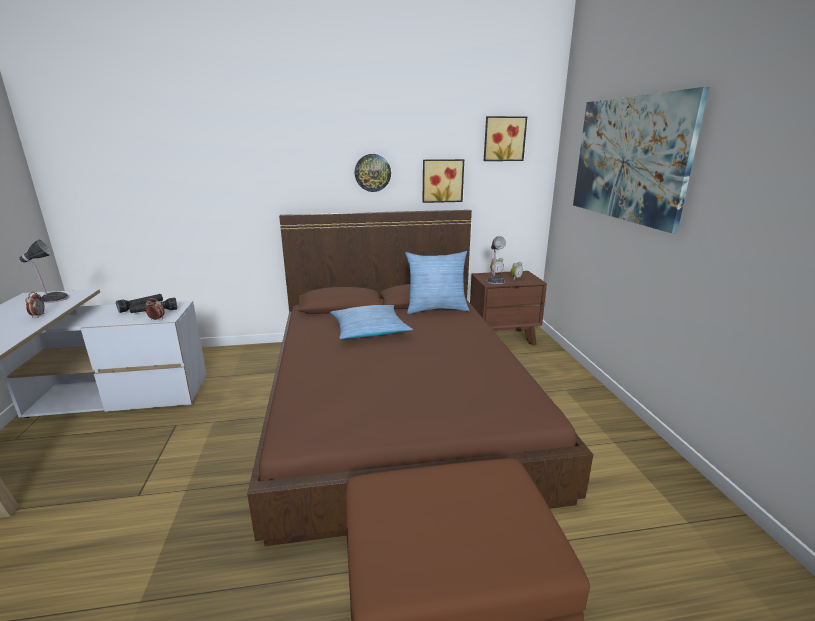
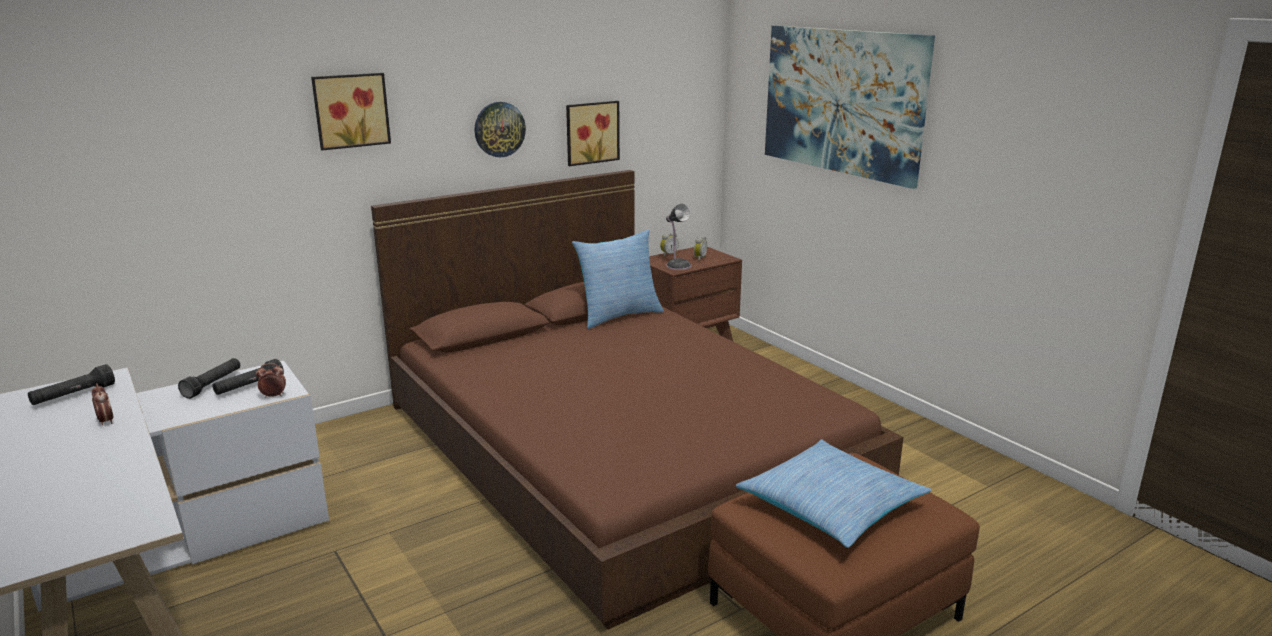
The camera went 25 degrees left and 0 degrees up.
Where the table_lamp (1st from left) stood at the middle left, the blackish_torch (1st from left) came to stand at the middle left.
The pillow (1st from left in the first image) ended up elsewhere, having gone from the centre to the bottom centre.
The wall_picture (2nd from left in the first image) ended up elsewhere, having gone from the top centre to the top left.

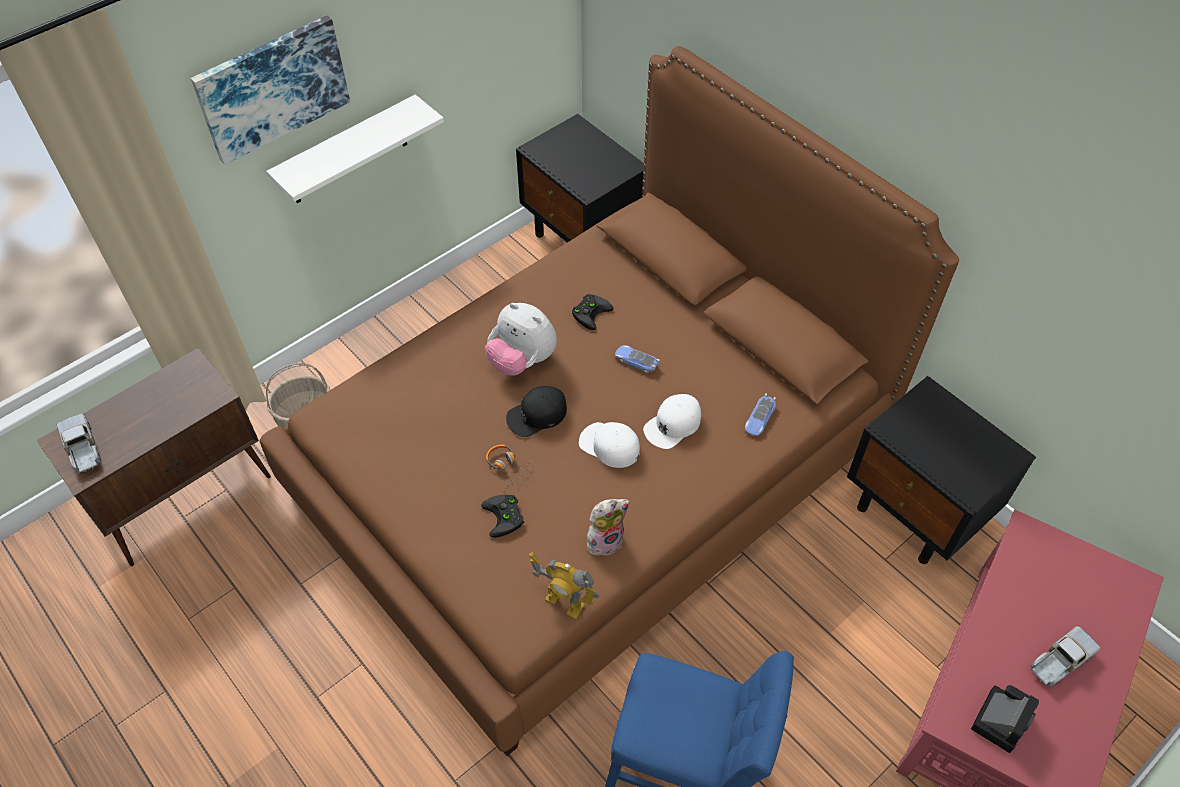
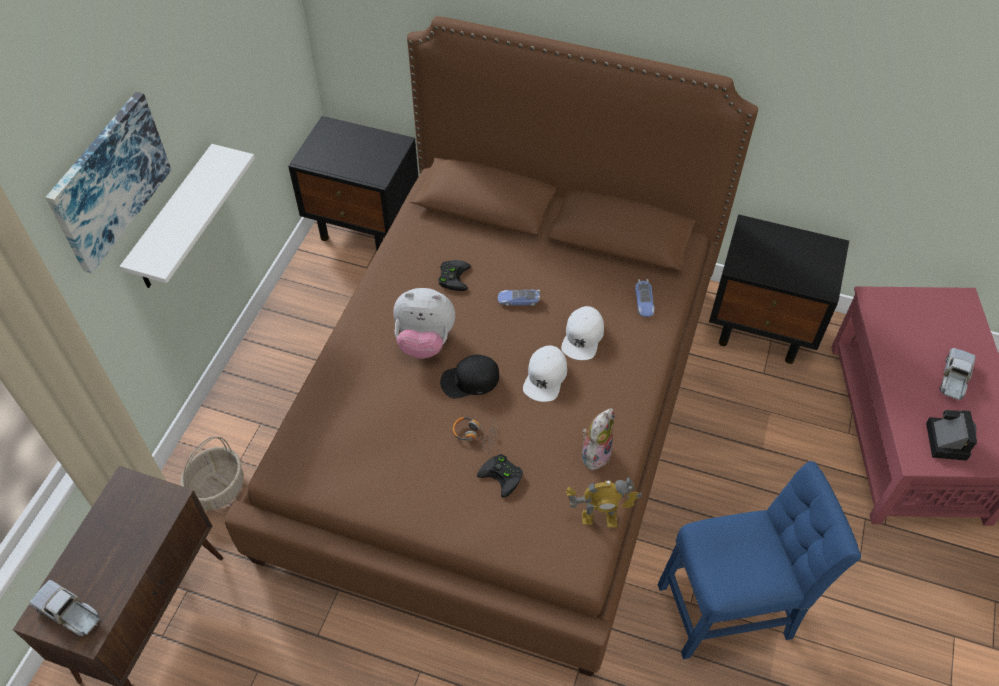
The camera went 30 degrees left and 0 degrees up.
The blackish_cap at the centre ended up facing another way, 45 degrees clockwise from before.
The white_cap (1st from left) at the centre ended up facing another way, 75 degrees counterclockwise from before.

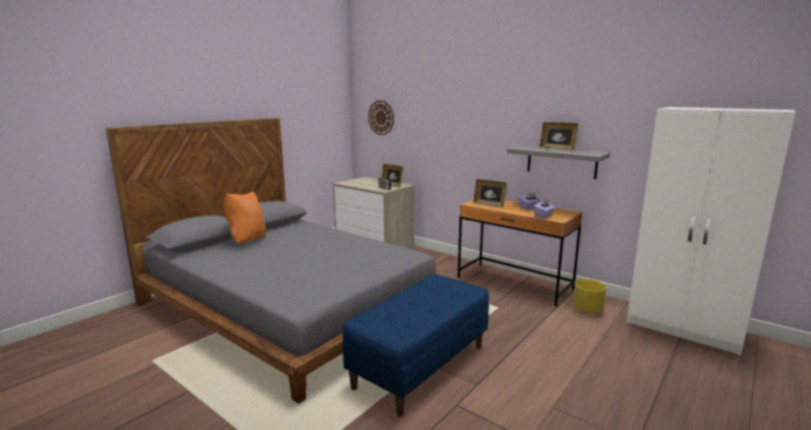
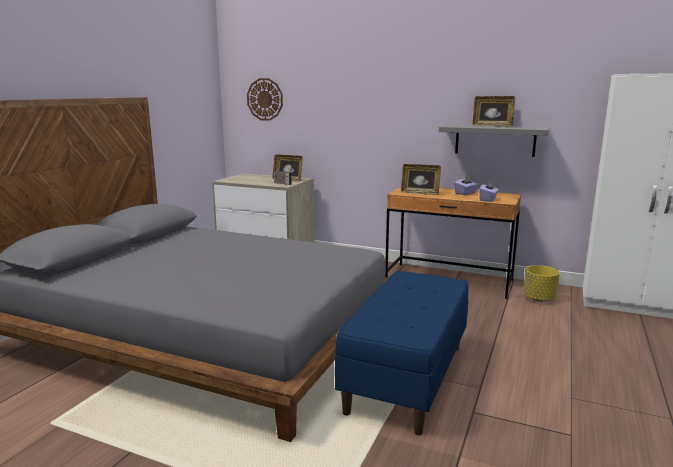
The camera went 15 degrees left and 0 degrees up.
The second view lost the orangey_pillow at the middle left.

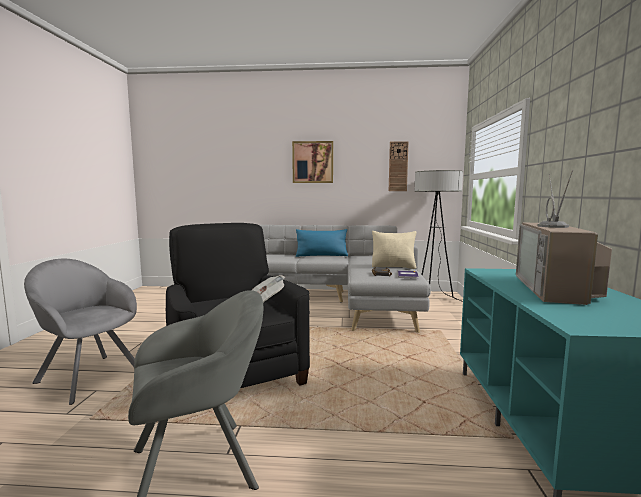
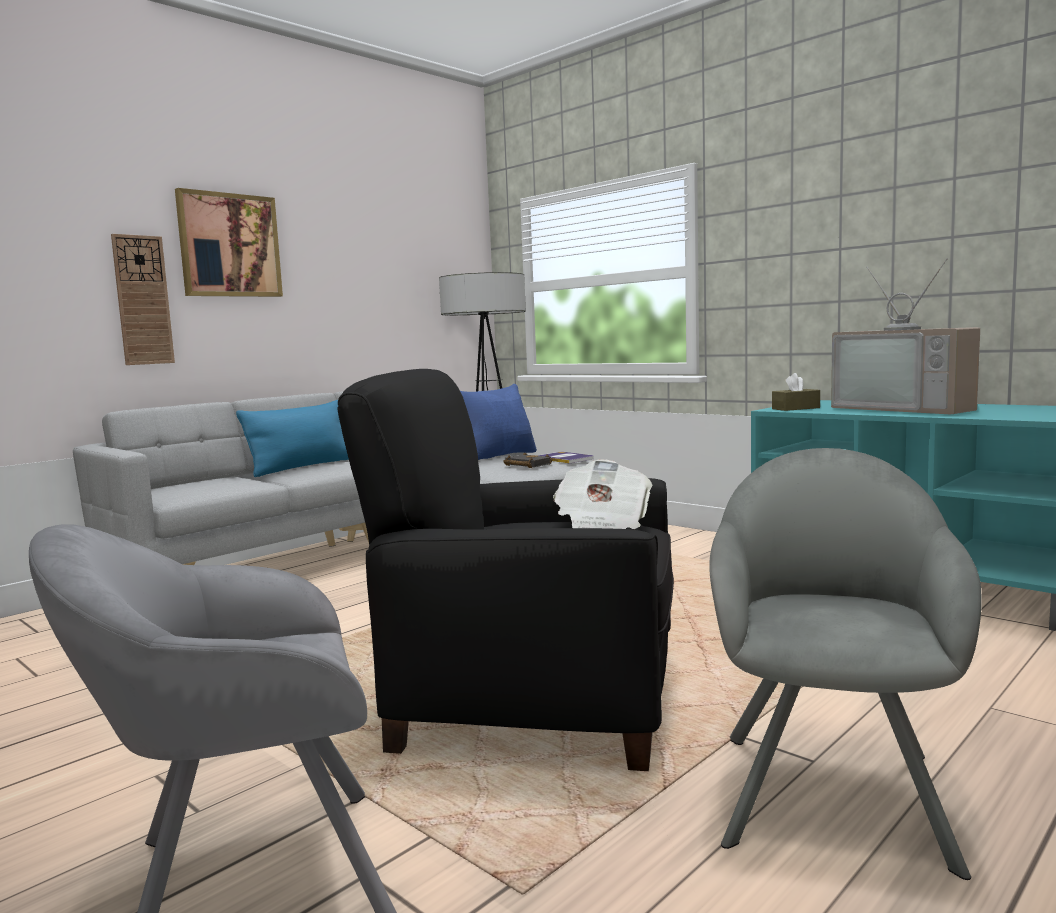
The camera went 50 degrees left and 0 degrees up.
What was the beige-coloured_pillow at the centre turned into the blue_pillow (2nd from left) at the centre.
The clock_on_the_wall ended up elsewhere, having gone from the centre to the top left.
The second view gained the brownish_tissue_box at the middle right.

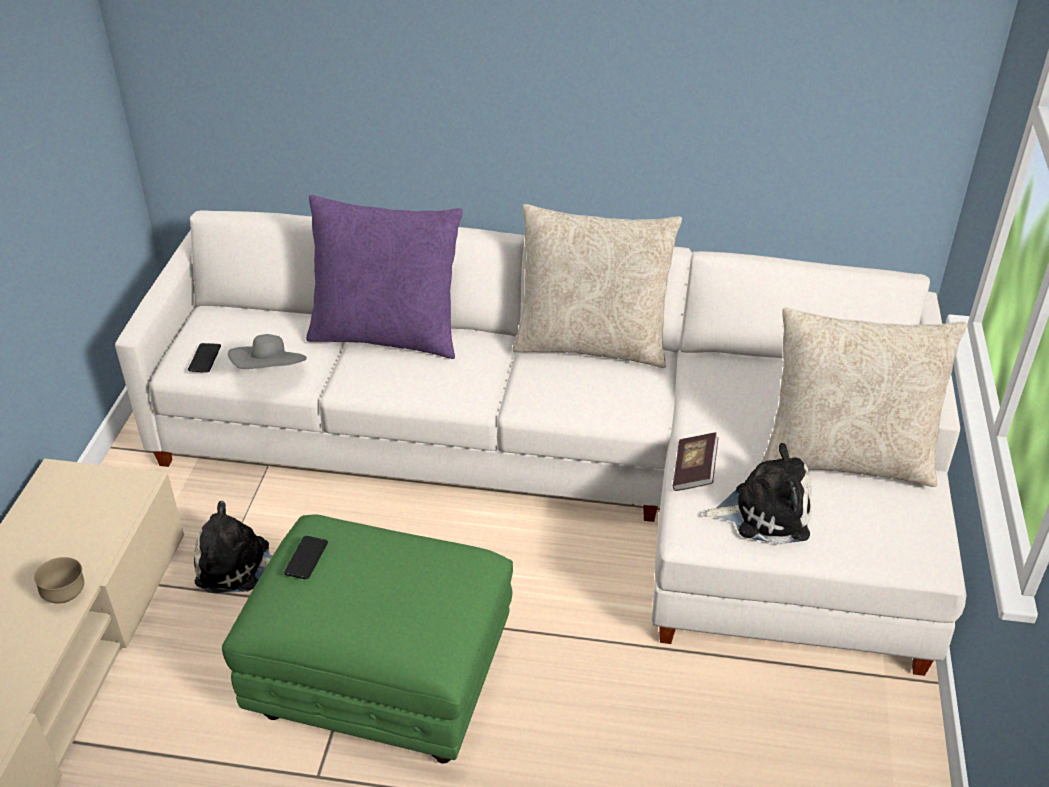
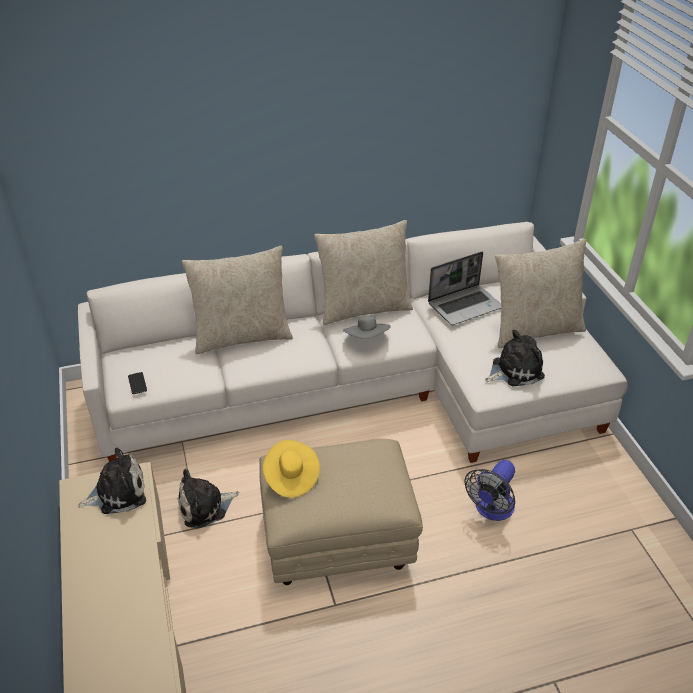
The camera went 25 degrees left and 0 degrees up.
The second view lost the brownish_bowl at the bottom left.
What was the greenish_footrest at the bottom centre turned into the beige-coloured_footrest at the bottom centre.
The greyish_hat ended up elsewhere, having gone from the middle left to the centre.
Where the telephone (2nd from left) stood at the bottom left, the yellow-coloured_hat came to stand at the bottom centre.
What was the purple_pillow at the centre turned into the beige-coloured_pillow (1st from left) at the centre.
The second view lost the bound_book at the centre.
The second view gained the plush_toy (1st from left) at the bottom left.
The second view gained the portable_computer at the middle right.
The second view gained the cooling_fan at the bottom right.

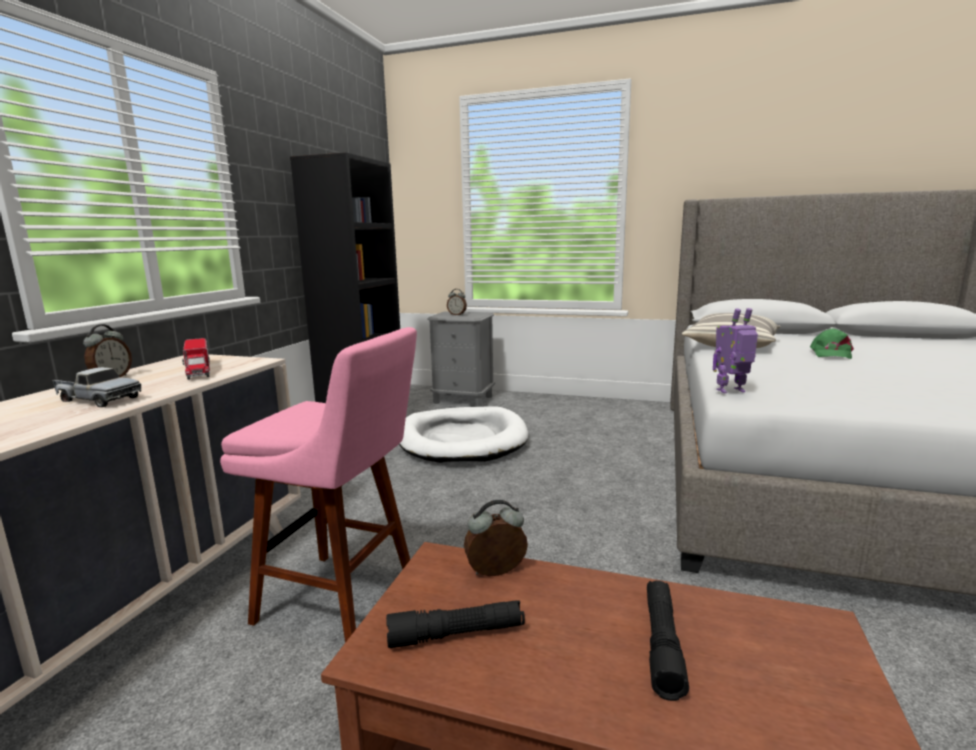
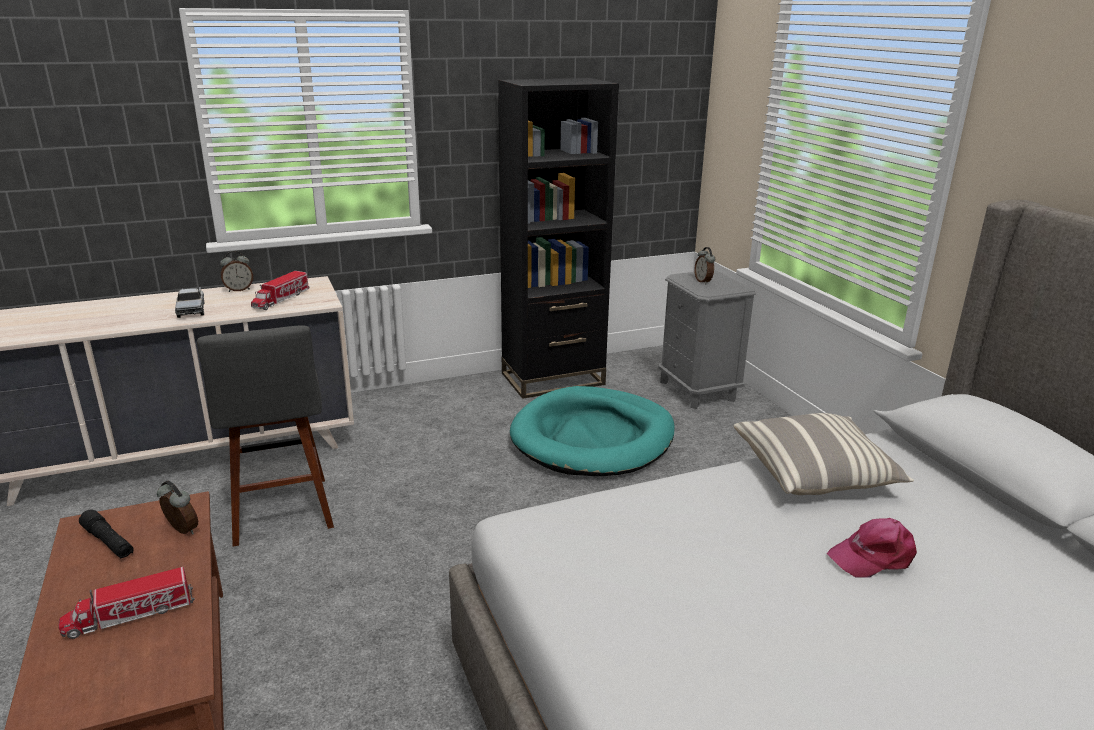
The camera went 50 degrees right and 10 degrees up.
What was the pink_stool at the middle left turned into the greyish_stool at the middle left.
What was the white_dog_bed at the centre turned into the turquoise-coloured_dog_bed at the centre.
Where the blackish_torch (2nd from left) stood at the bottom right, the model_truck (1st from left) came to stand at the bottom left.
The second view lost the robot_figure at the middle right.
What was the greenish_cap at the middle right turned into the pink_cap at the bottom right.

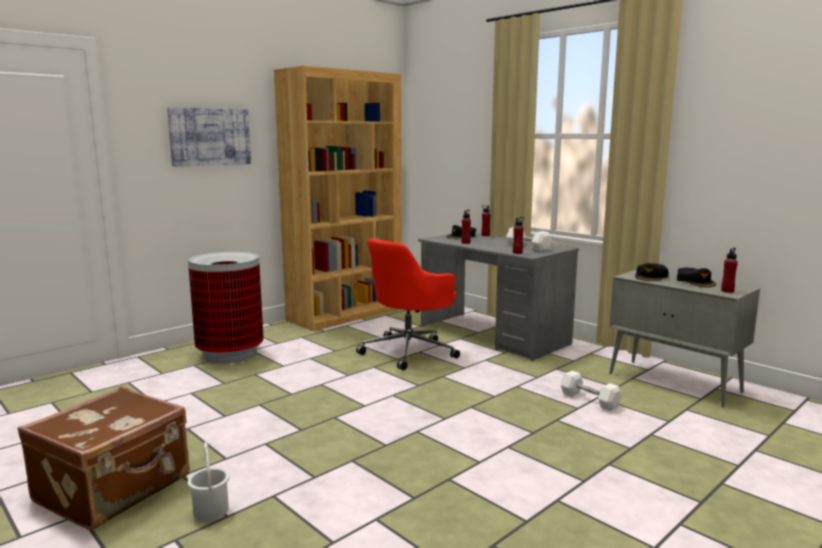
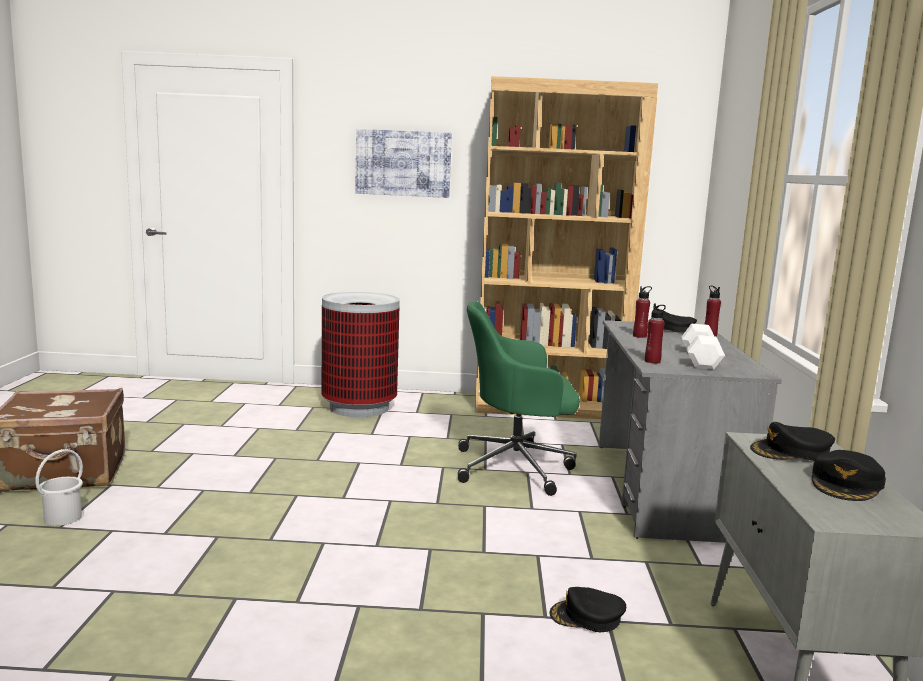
The camera went 45 degrees right and 0 degrees up.
What was the red-coloured_desk_chair at the centre turned into the greenish_desk_chair at the centre.
Where the white_hand_weight (2nd from left) stood at the bottom right, the blackish_cap (1st from left) came to stand at the bottom centre.
The second view lost the red-coloured_beverage_bottle (4th from left) at the middle right.

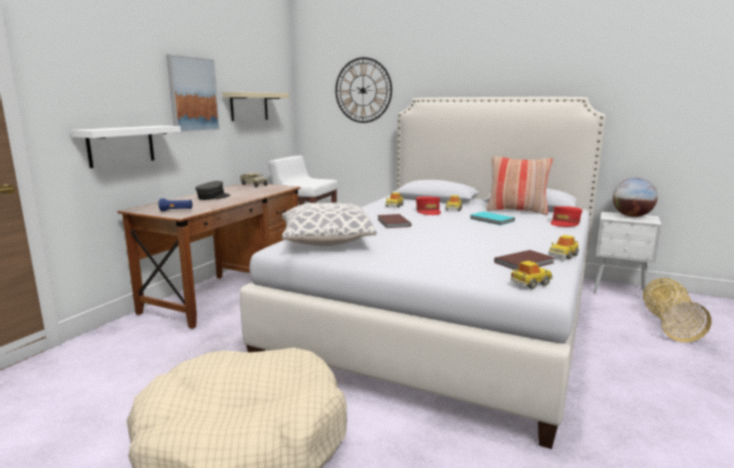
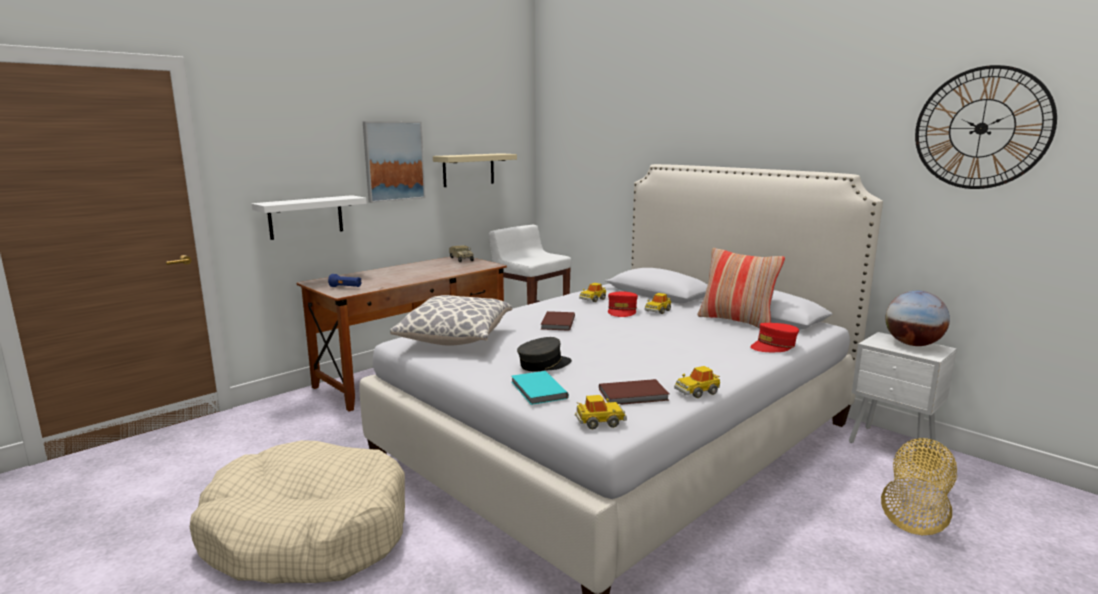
The camera went 20 degrees right and 0 degrees up.
The greyish_cap ended up elsewhere, having gone from the middle left to the centre.
The clock_on_the_wall ended up elsewhere, having gone from the top centre to the top right.
The turquoise-coloured_bound_book ended up elsewhere, having gone from the middle right to the centre.

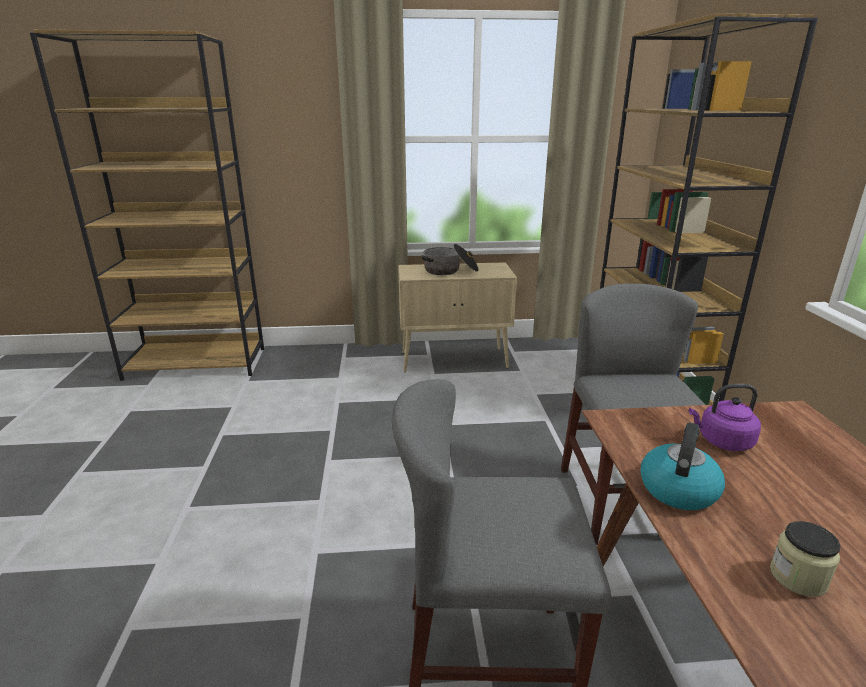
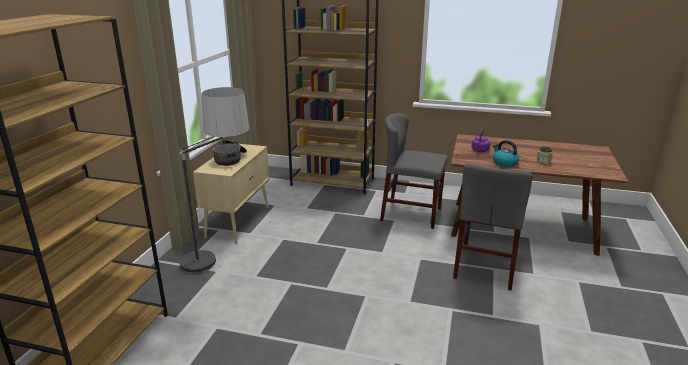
The camera went 70 degrees left and 0 degrees up.
The second view gained the standard_lamp at the middle left.

